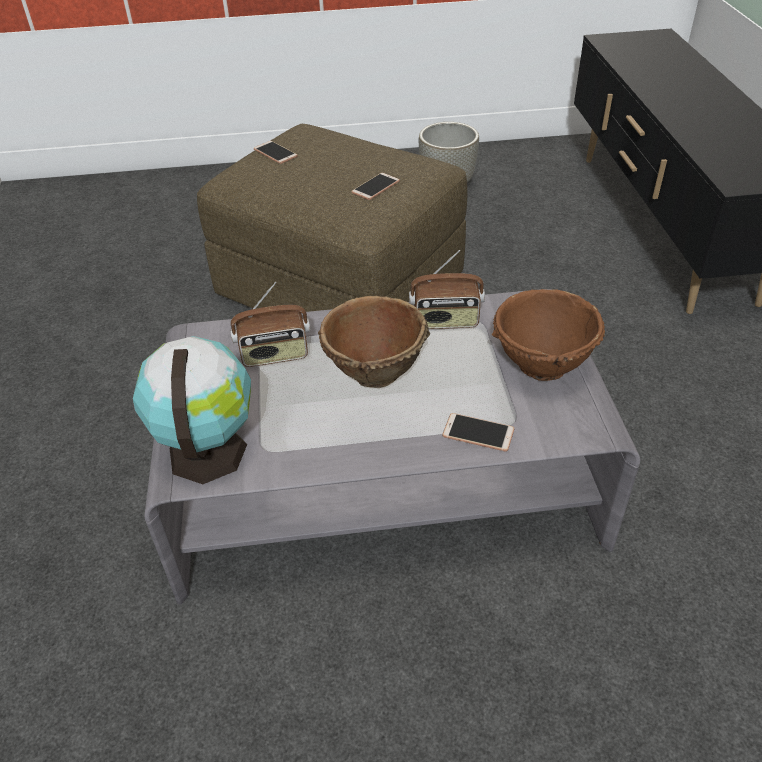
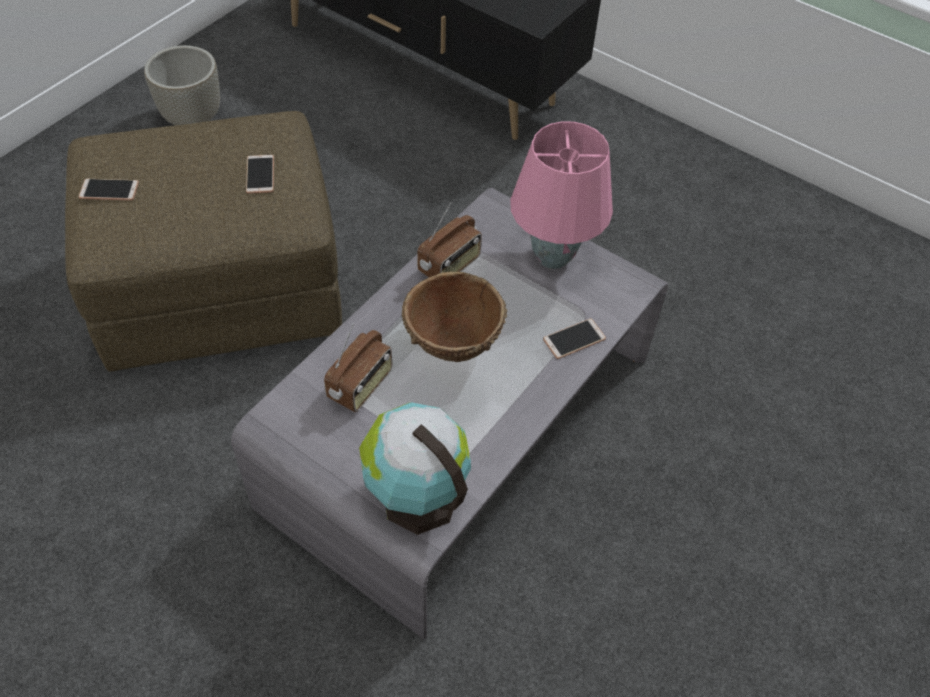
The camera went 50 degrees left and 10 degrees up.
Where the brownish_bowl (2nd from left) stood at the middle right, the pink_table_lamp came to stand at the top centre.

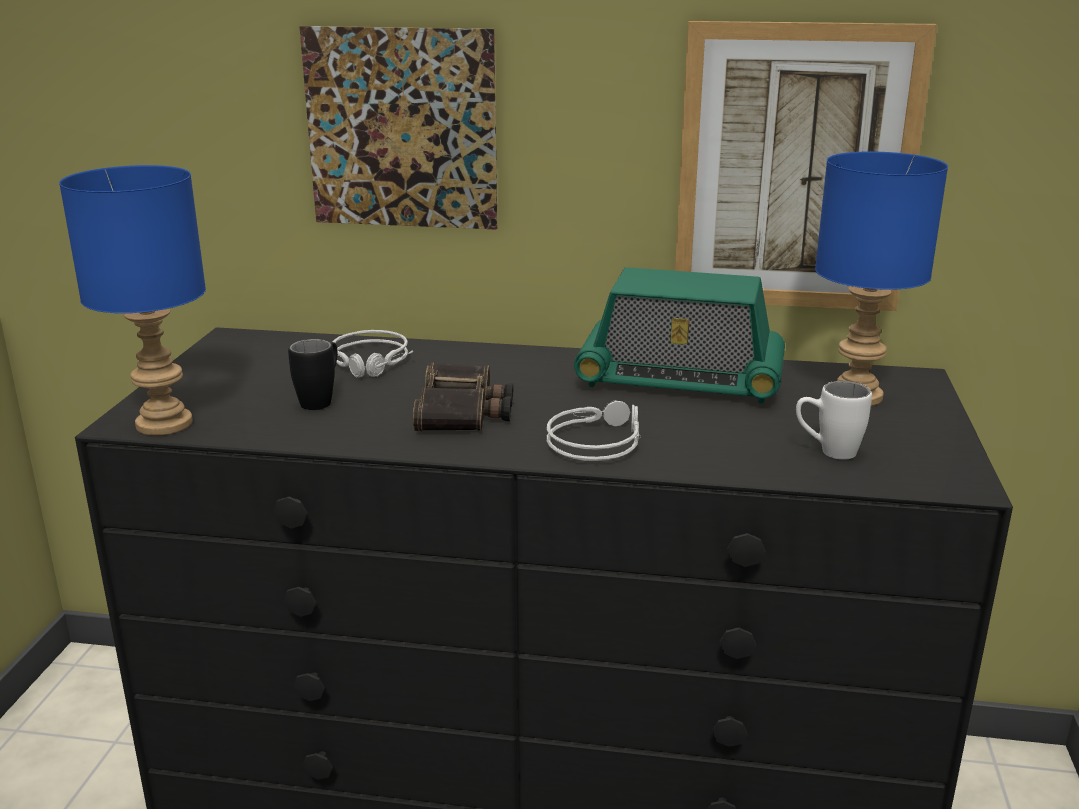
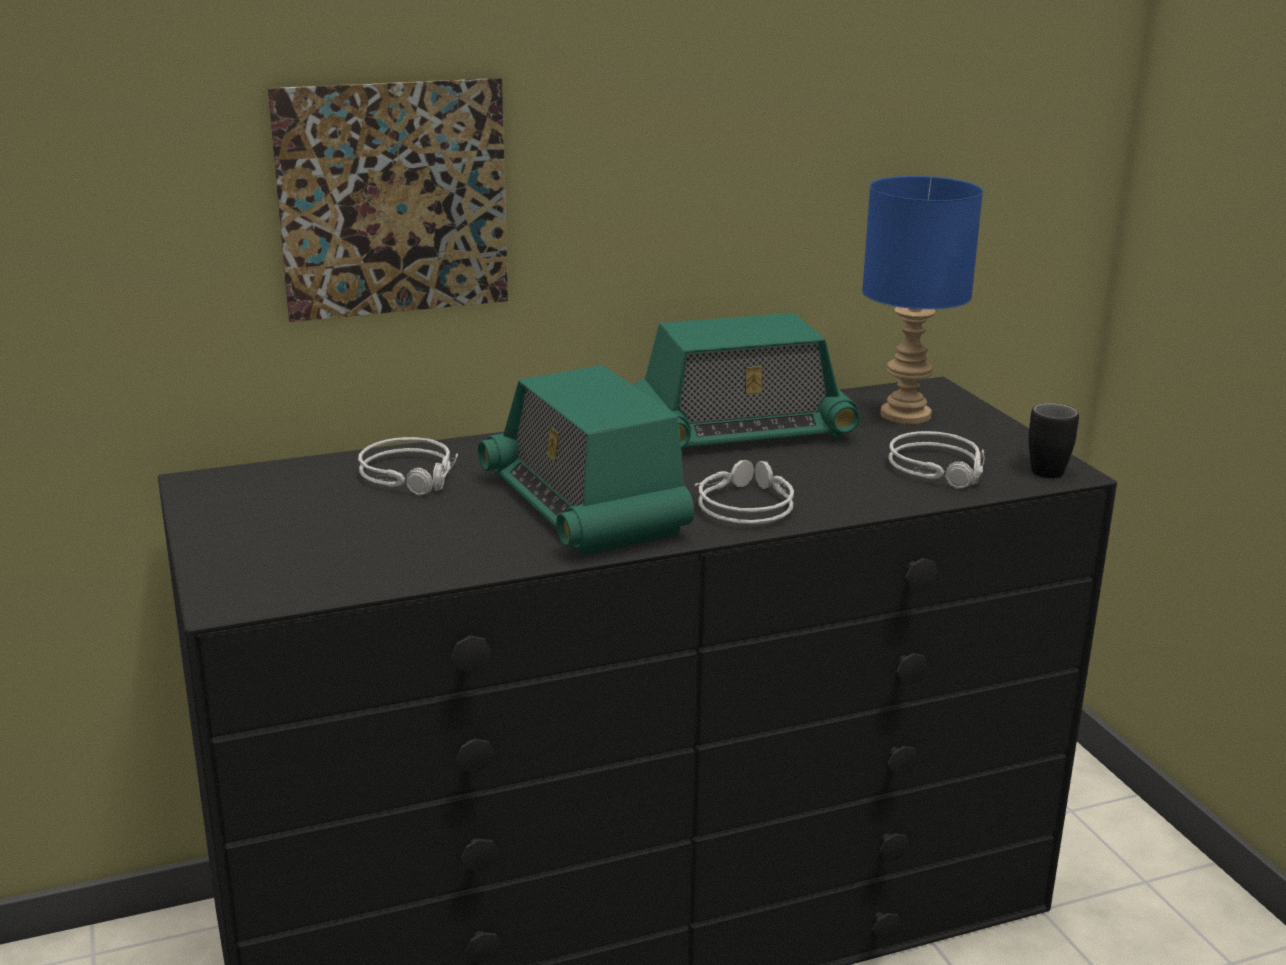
The camera went 30 degrees left and 0 degrees up.
The second view lost the blue_table_lamp (1st from left) at the middle left.
The blackish_mug ended up elsewhere, having gone from the middle left to the middle right.
Where the pair_of_binoculars stood at the centre, the radio_set (1st from left) came to stand at the centre.
The second view lost the wall_picture (2nd from left) at the top right.
Where the white_mug stood at the middle right, the greyish_headset (3rd from left) came to stand at the middle right.

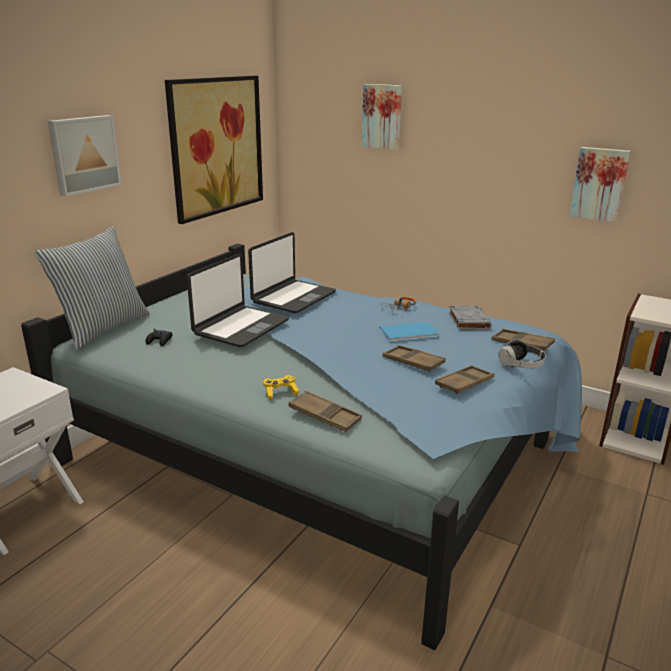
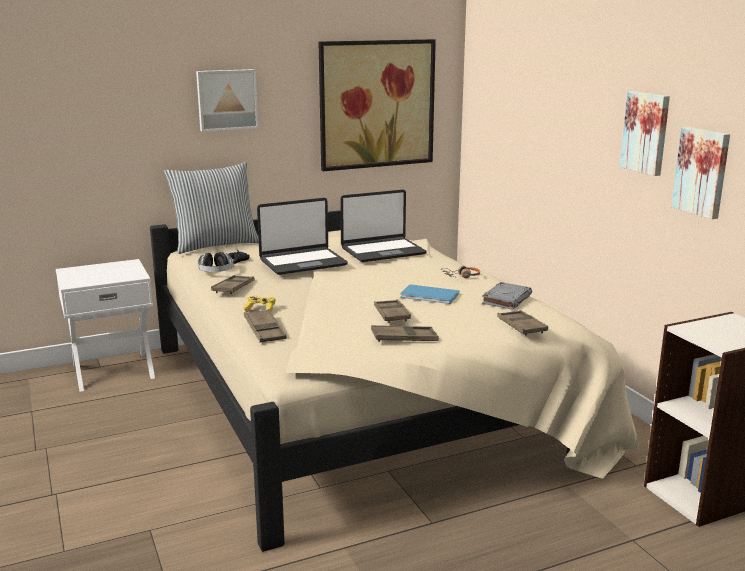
The camera went 35 degrees right and 5 degrees down.
What was the blue_bedroom_bed at the centre turned into the beige-coloured_bedroom_bed at the bottom centre.
The wall_picture (3rd from left) ended up elsewhere, having gone from the top centre to the top right.
The headset (2nd from left in the first image) ended up elsewhere, having gone from the middle right to the middle left.
The second view gained the brownish_serving_tray (1st from left) at the middle left.

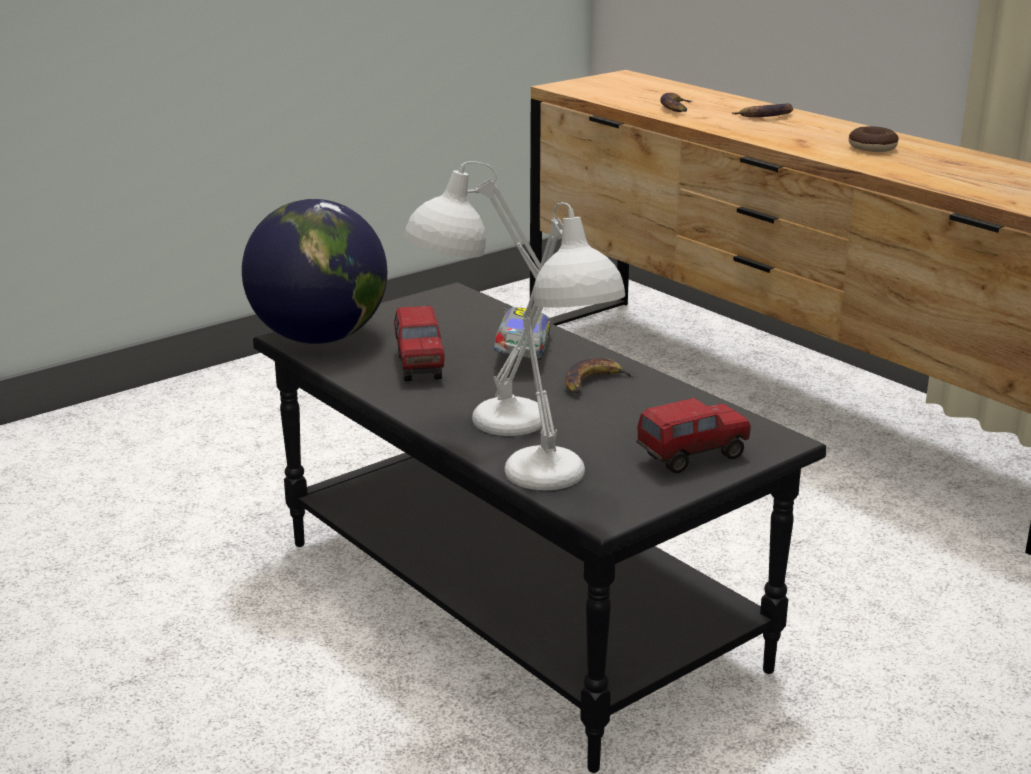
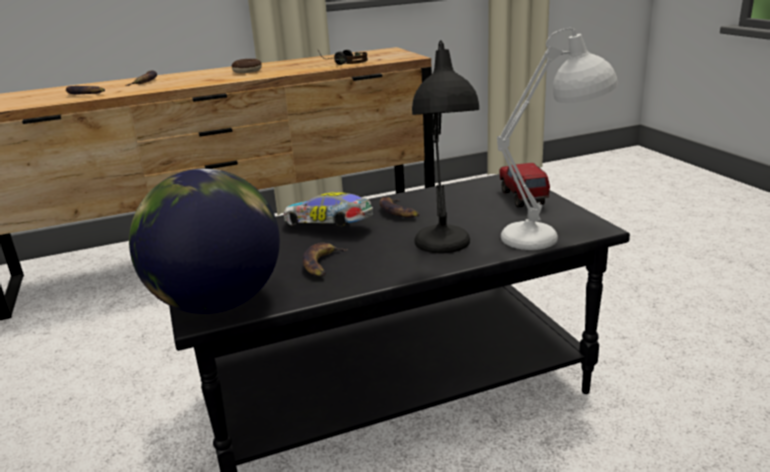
The camera went 70 degrees left and 0 degrees up.
Where the model_truck (1st from left) stood at the centre, the banana_fruit (3rd from left) came to stand at the centre.
What was the white_table_lamp (1st from left) at the centre turned into the blackish_table_lamp at the top centre.
The second view gained the headset at the top centre.

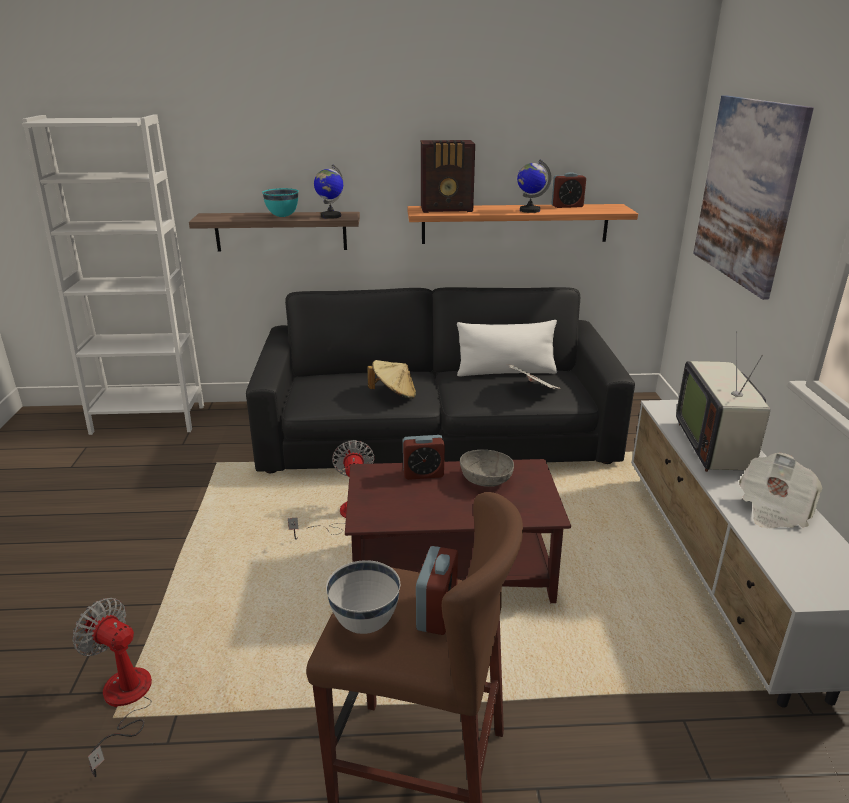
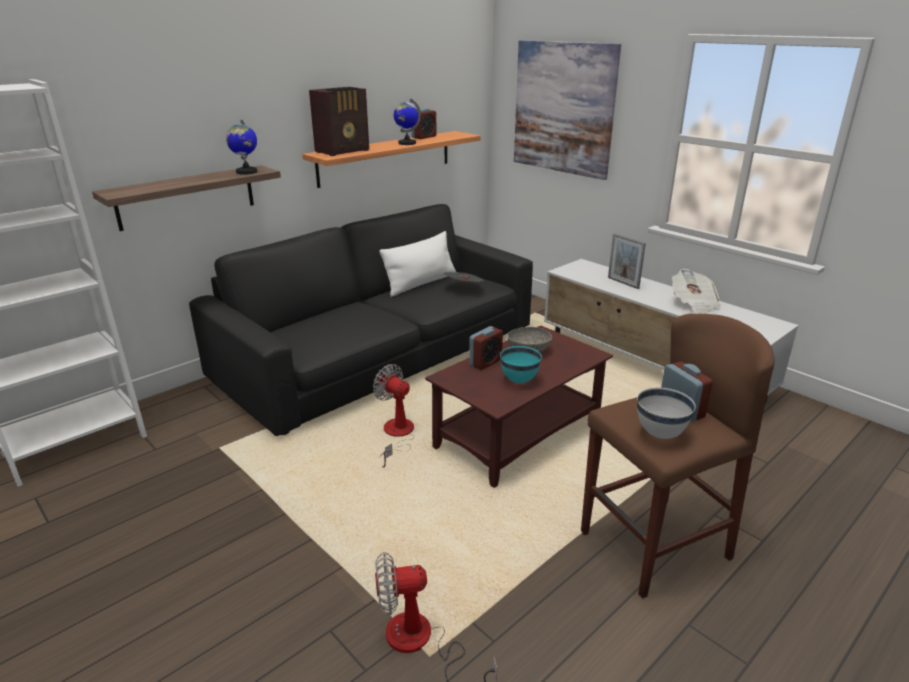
The camera went 40 degrees left and 0 degrees up.
The turquoise-coloured_bowl ended up elsewhere, having gone from the top left to the centre.
The second view lost the beige-coloured_hat at the centre.
Where the TV_set stood at the middle right, the picture_frame came to stand at the middle right.

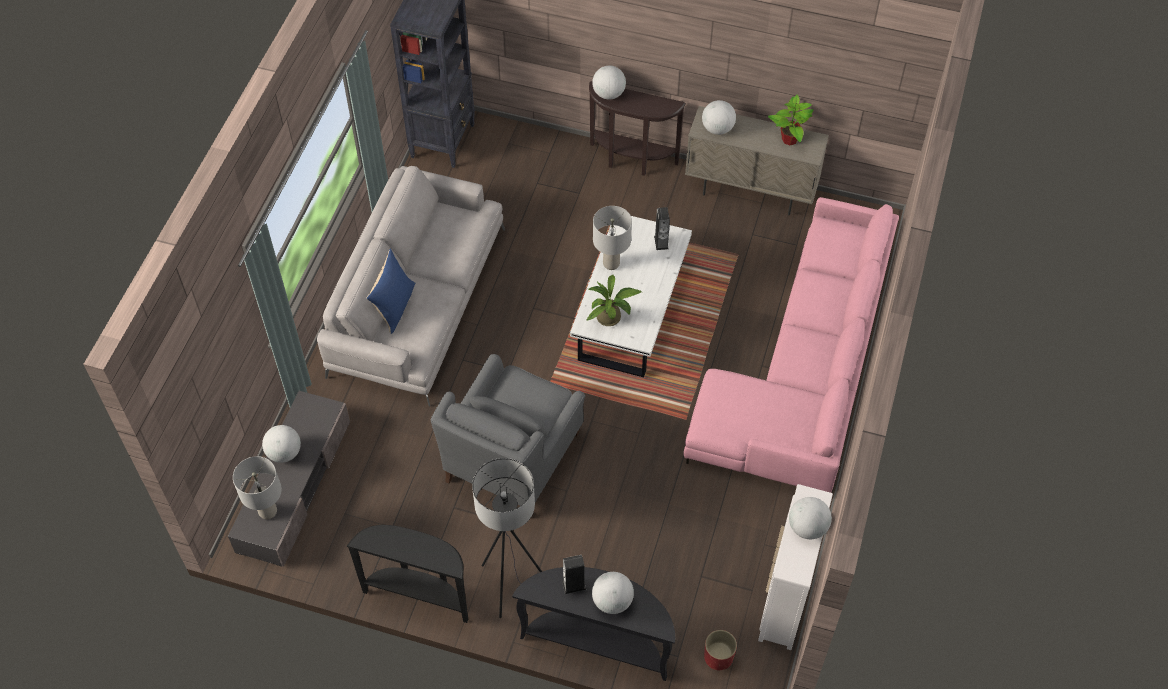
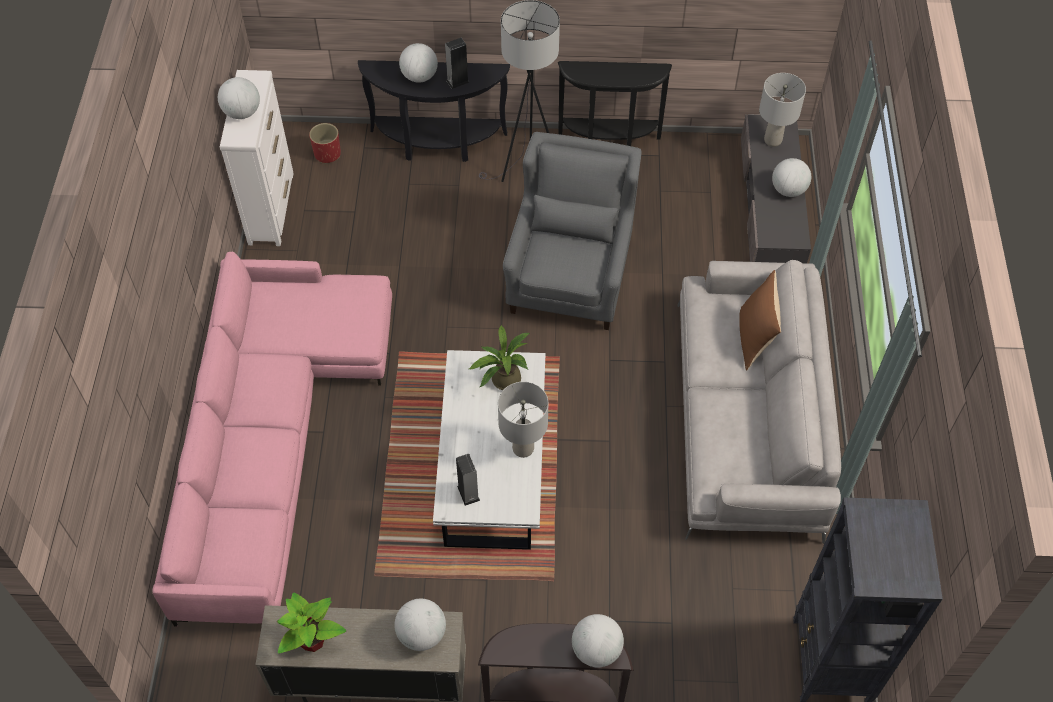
The camera went 165 degrees right and 0 degrees up.
What was the blue_pillow at the centre turned into the brownish_pillow at the middle right.

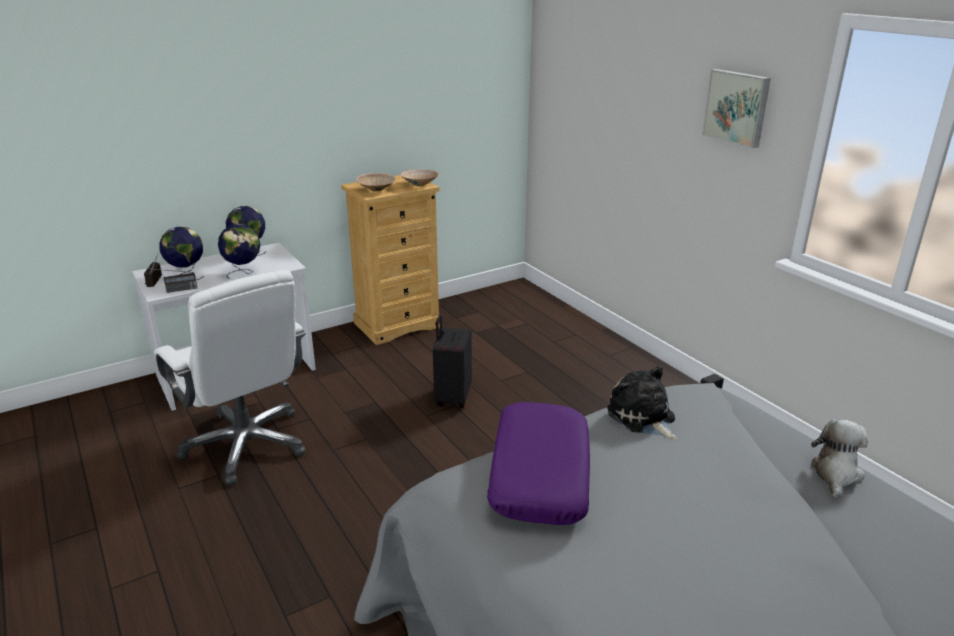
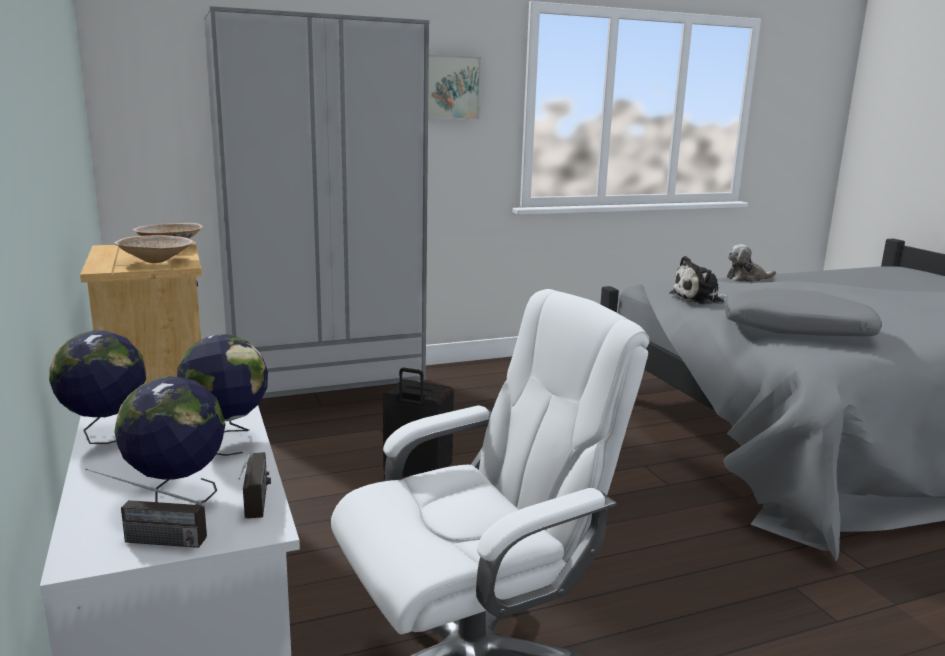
The camera went 80 degrees left and 10 degrees down.
What was the purple_pillow at the bottom centre turned into the greyish_pillow at the middle right.
The plush_toy (2nd from left) at the bottom right ended up facing another way, 45 degrees counterclockwise from before.
The second view gained the greyish_armoire at the top centre.

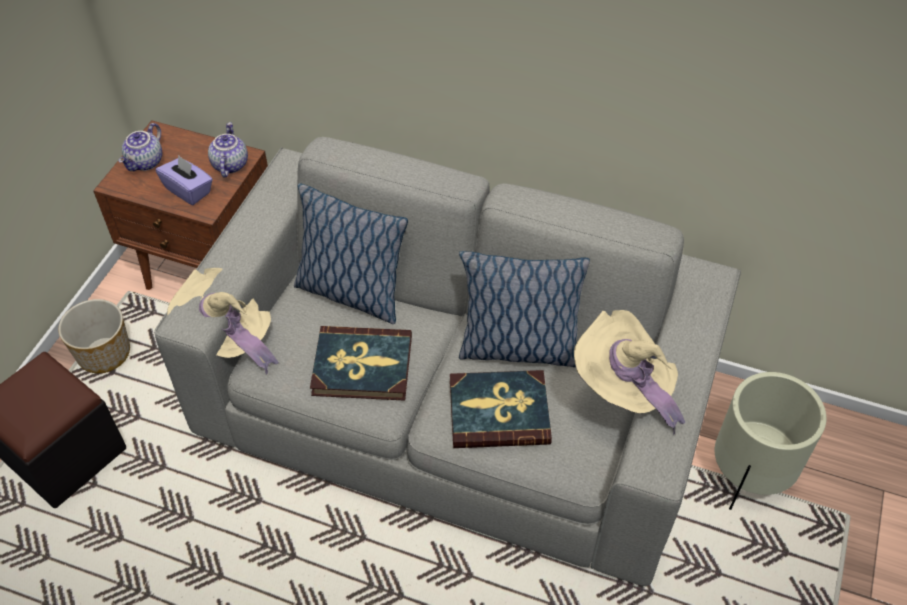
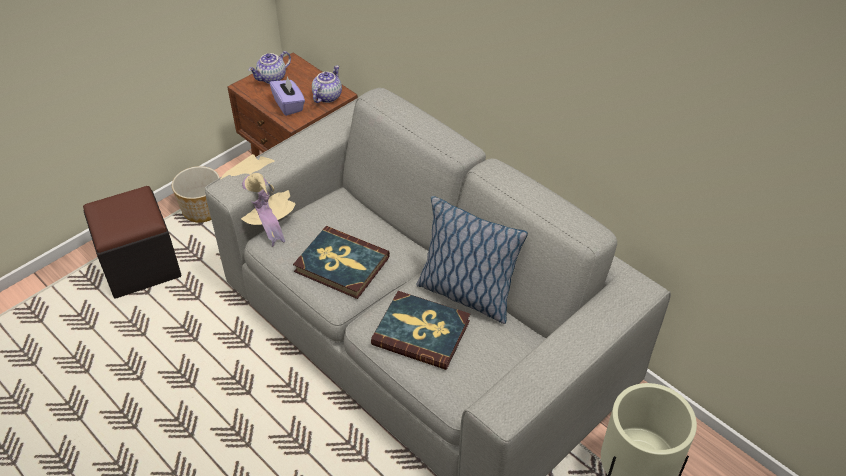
The camera went 25 degrees right and 5 degrees down.
The second view lost the pillow (1st from left) at the centre.
The second view lost the beige-coloured_hat (2nd from left) at the middle right.

